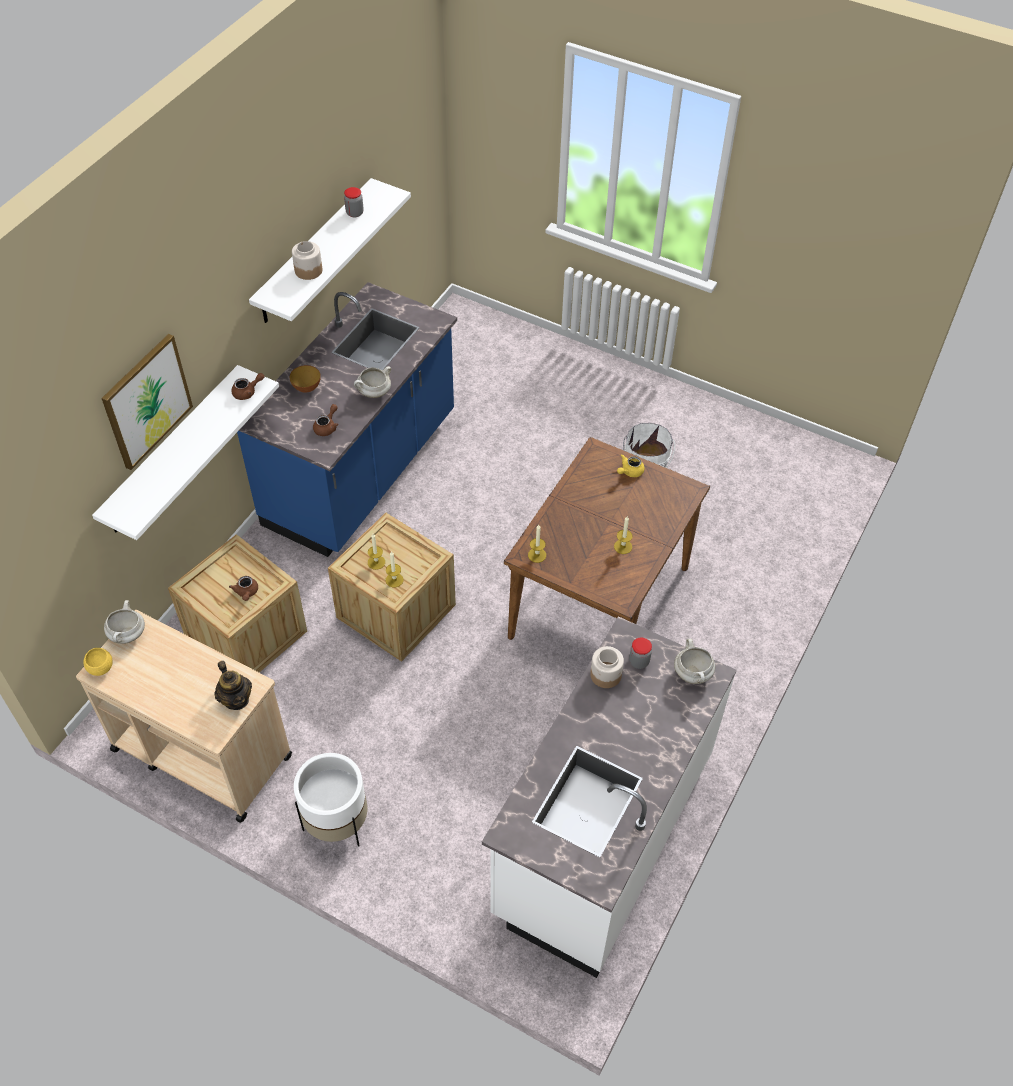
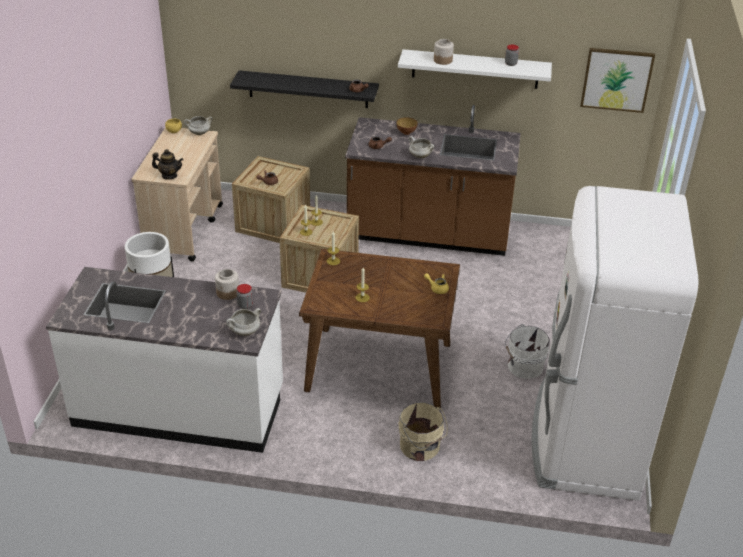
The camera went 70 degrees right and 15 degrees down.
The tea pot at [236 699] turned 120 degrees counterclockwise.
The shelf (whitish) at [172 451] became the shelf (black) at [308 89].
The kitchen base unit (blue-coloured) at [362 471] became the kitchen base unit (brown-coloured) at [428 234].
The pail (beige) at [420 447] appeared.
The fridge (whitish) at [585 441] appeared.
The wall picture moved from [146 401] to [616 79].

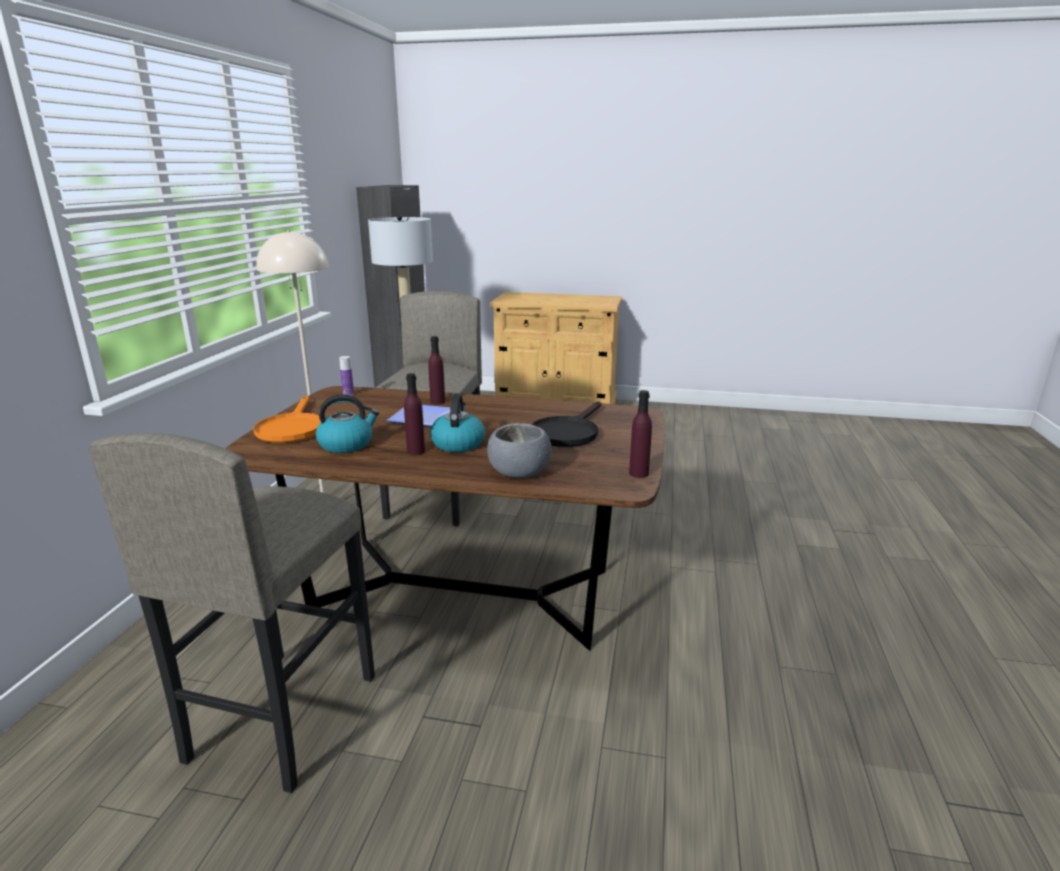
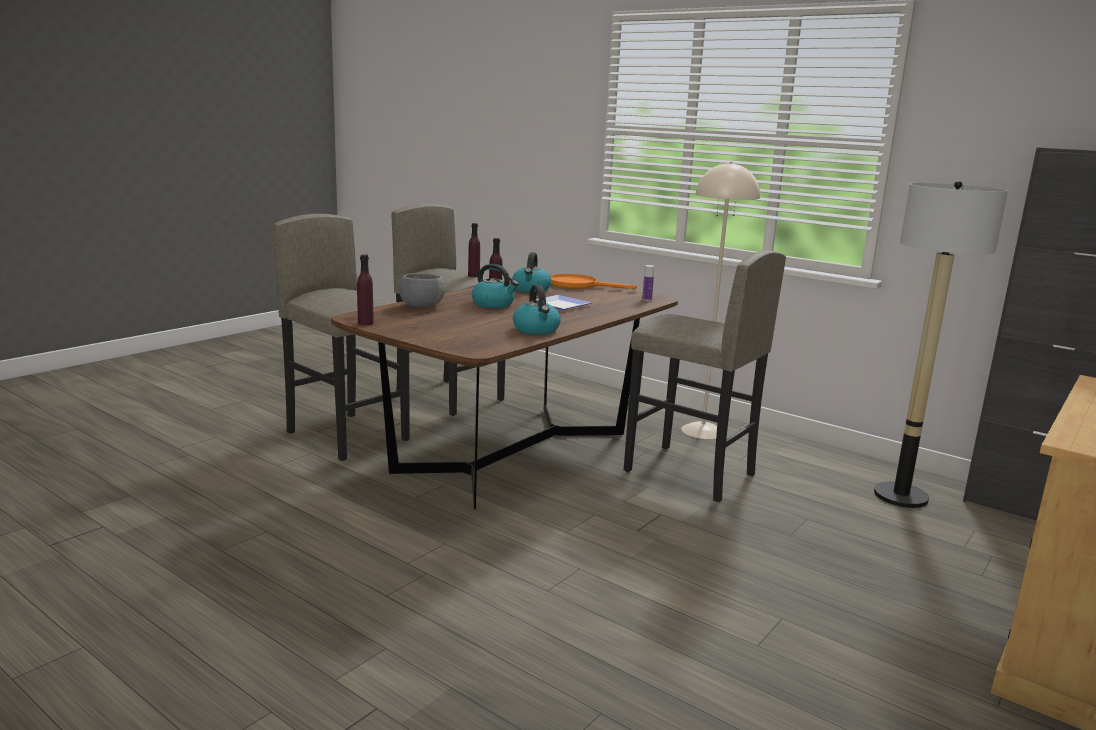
The camera went 115 degrees right and 5 degrees down.
The sitting stool (grey) at [348 436] appeared.
The bottle (purple-coloured) moved from [437 401] to [473 276].
The water kettle at [537 330] appeared.
The skillet (black) at [568 432] disappeared.

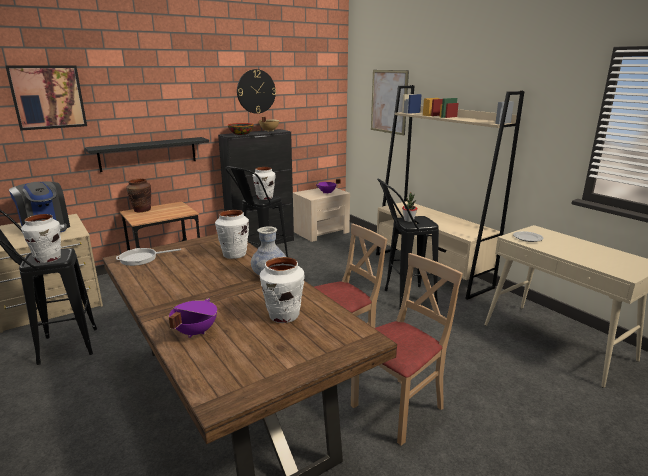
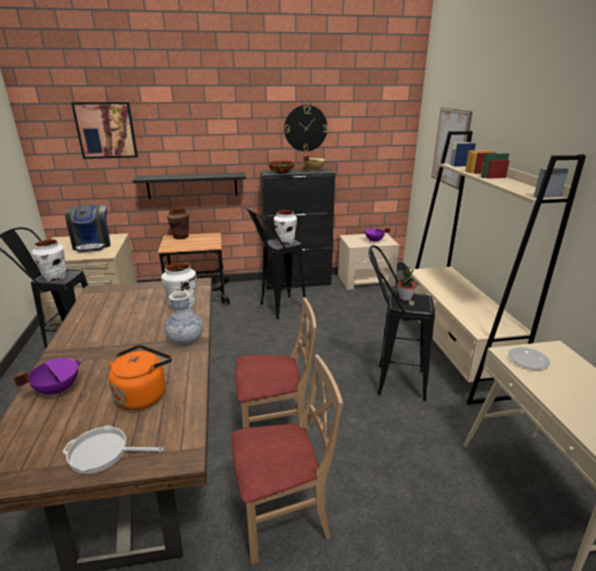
The camera went 25 degrees right and 5 degrees up.
The skillet moved from [141 258] to [103 453].
The vase (whitish) at [283 316] was replaced by the water kettle (orangey) at [143 394].

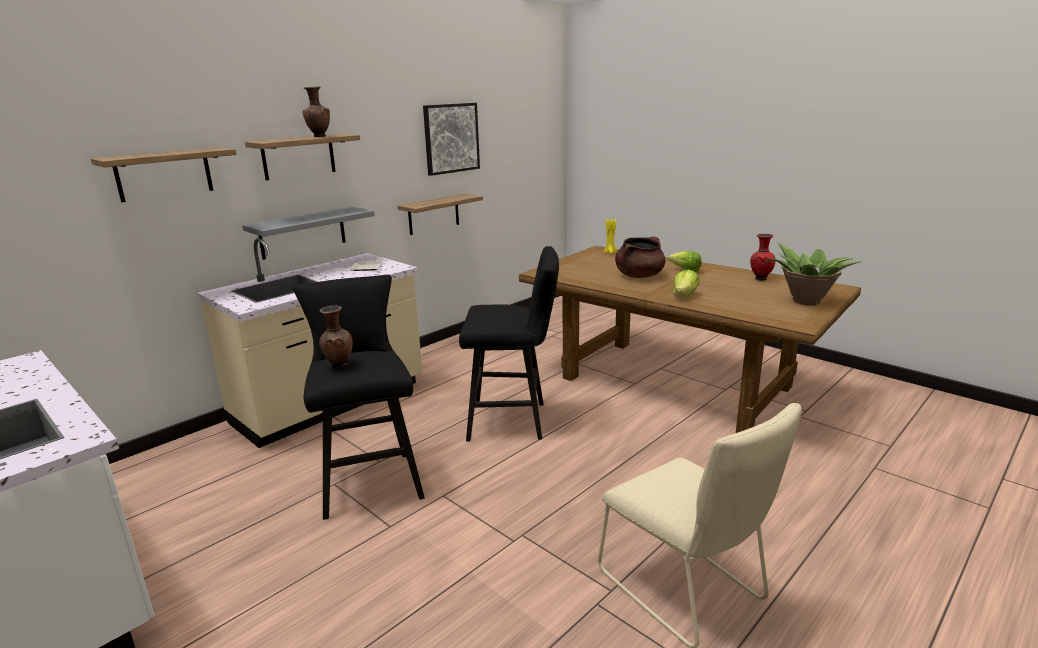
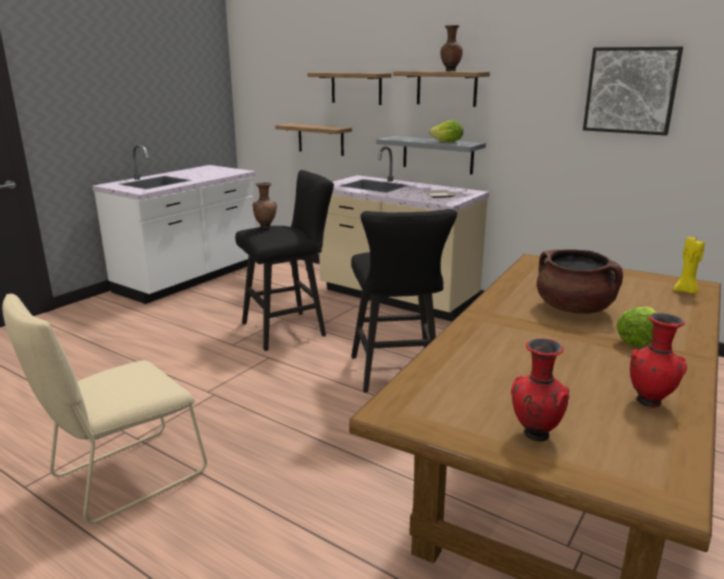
The camera went 80 degrees right and 0 degrees up.
The shelf moved from [433 214] to [320 139].
The lettuce head moved from [684 296] to [447 142].
The plant in a pot at [806 301] was replaced by the vase (red) at [534 435].

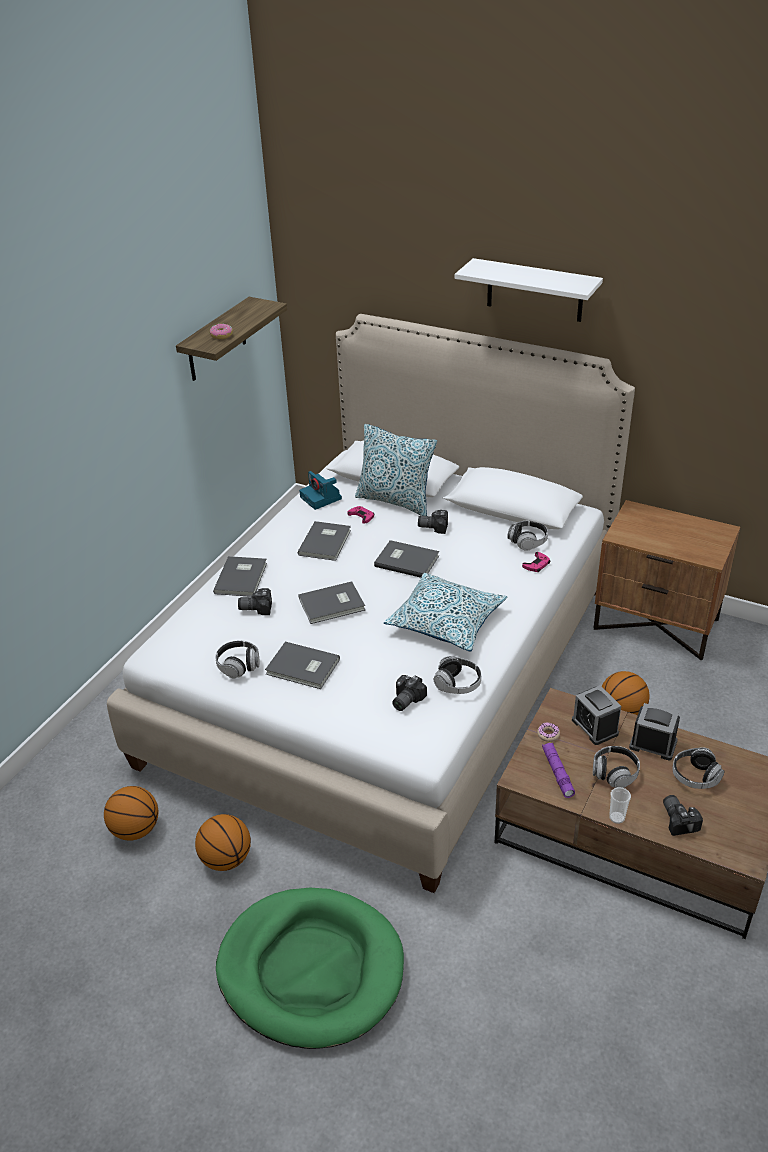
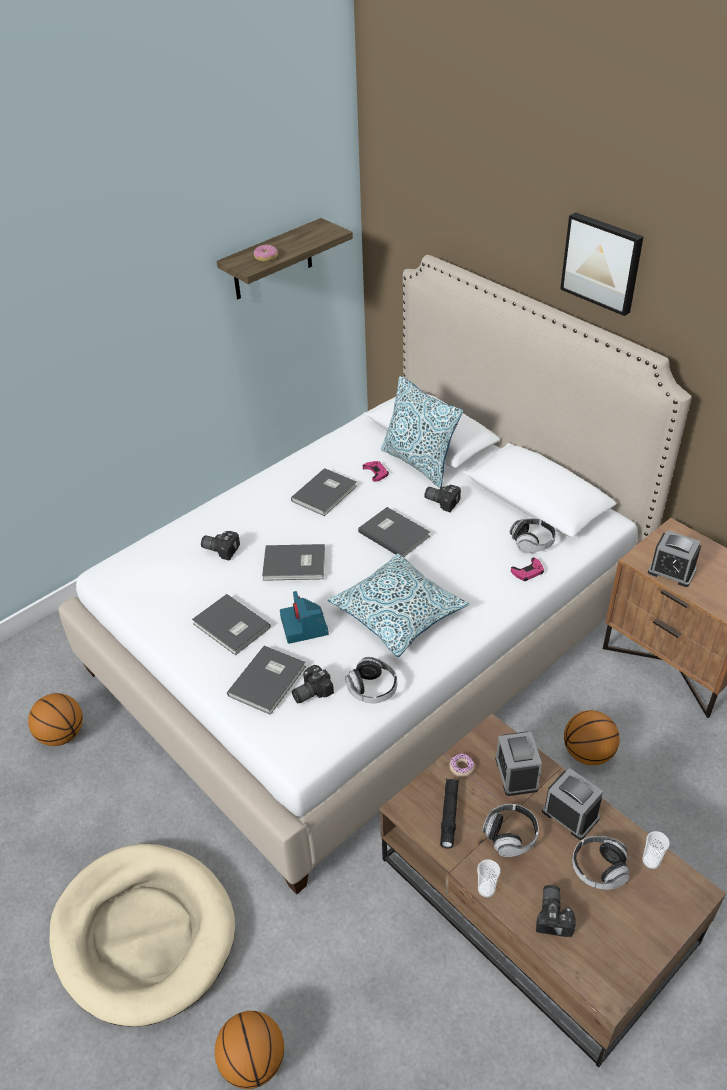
The camera went 20 degrees right and 5 degrees up.
The dog bed (green-coloured) at [311 969] became the dog bed (beige) at [144 934].
The basketball ball moved from [226 859] to [253 1062].
The volume (grey) moved from [242 578] to [269 681].
The still camera moved from [321 498] to [305 626].
The torch (purple-coloured) at [557 773] became the torch (black) at [449 815].
The shelf (whitish) at [534 290] was replaced by the wall picture at [602 262].
The cup at [651 861] appeared.
The alarm clock at [671 571] appeared.
The headset at [238 666] disappeared.

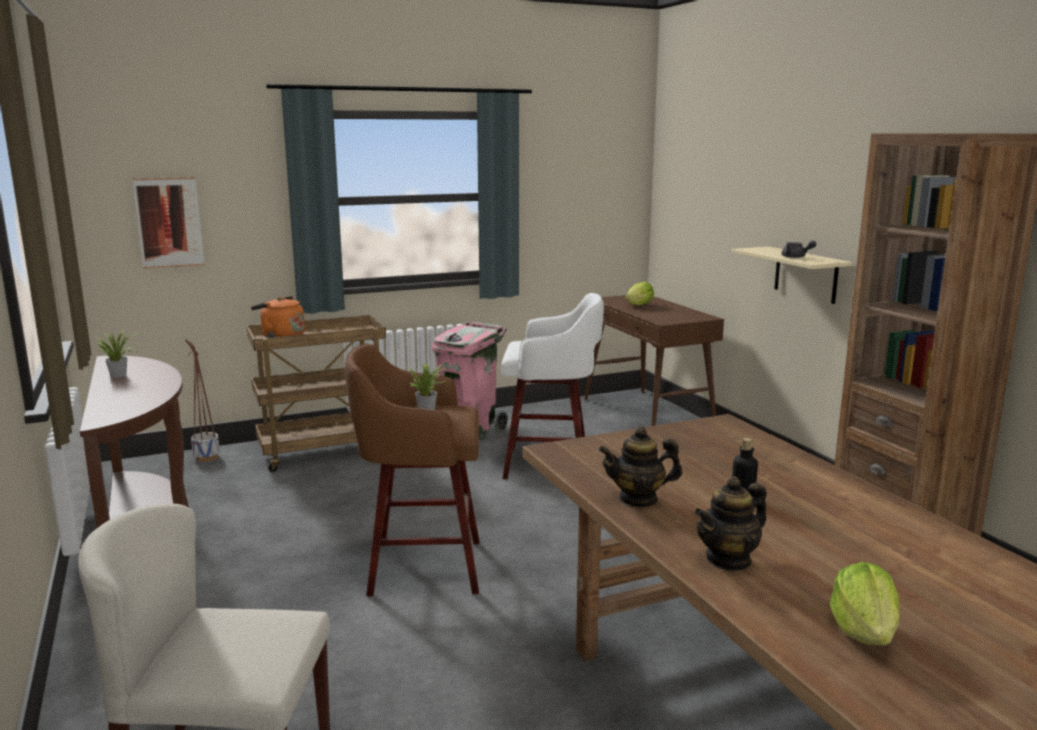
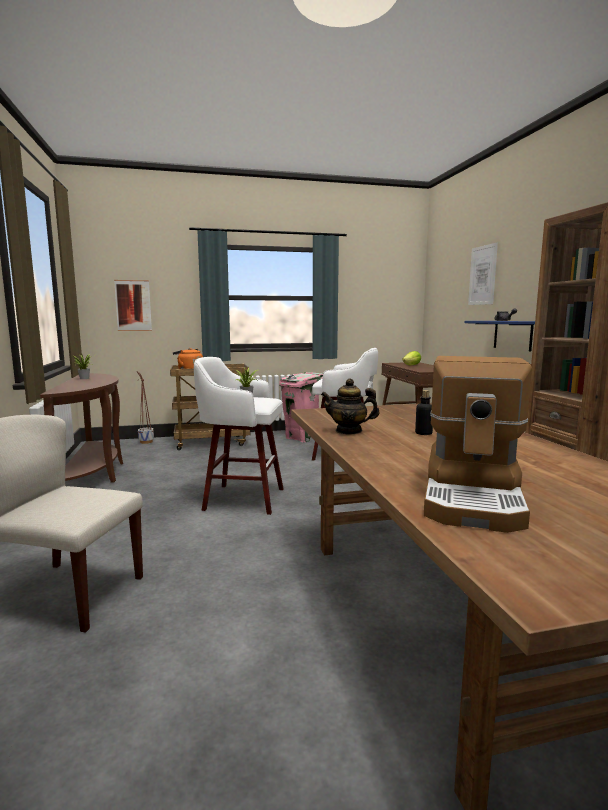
The camera went 10 degrees right and 5 degrees down.
The sitting stool (brown-coloured) at [421 567] became the sitting stool (whitish) at [241 499].
The lettuce head at [864 632] was replaced by the coffee maker at [474 496].
The shelf (beige) at [805 275] became the shelf (blue-coloured) at [513 335].
The wall picture at [482 275] appeared.
The tea pot at [729 559] disappeared.

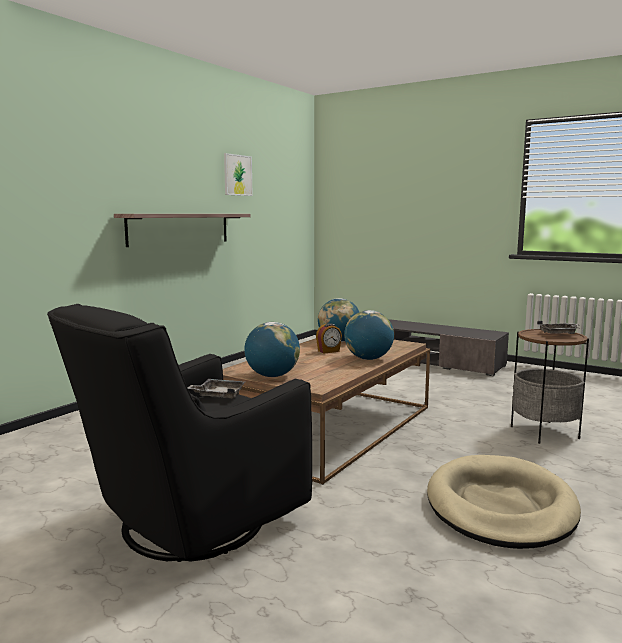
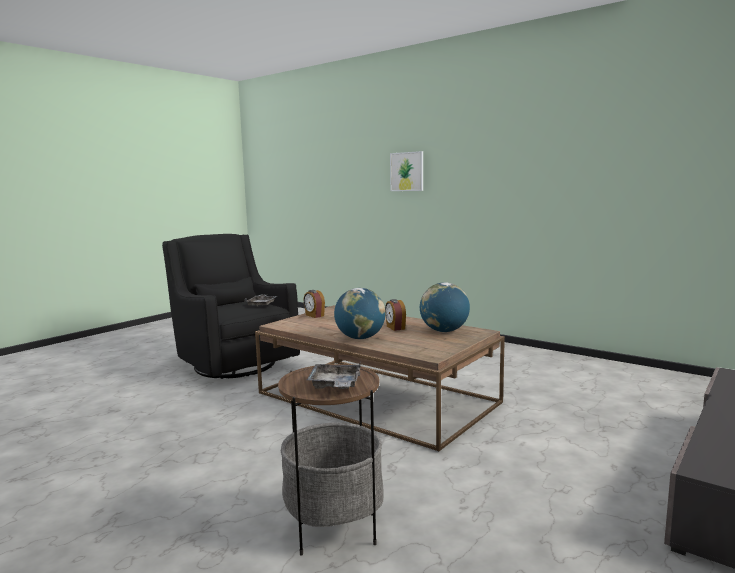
The camera went 95 degrees right and 0 degrees up.
The globe at [272 376] was replaced by the alarm clock at [314 315].
The wall picture moved from [237 175] to [407 171].
The shelf at [180 228] disappeared.
The dog bed (beige) at [500 507] disappeared.

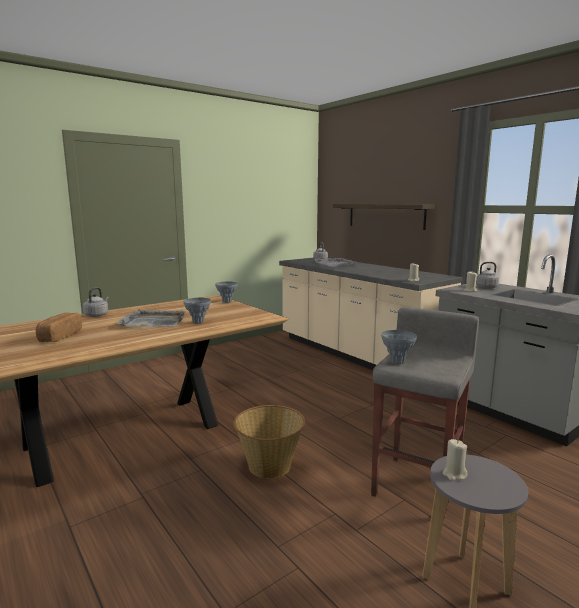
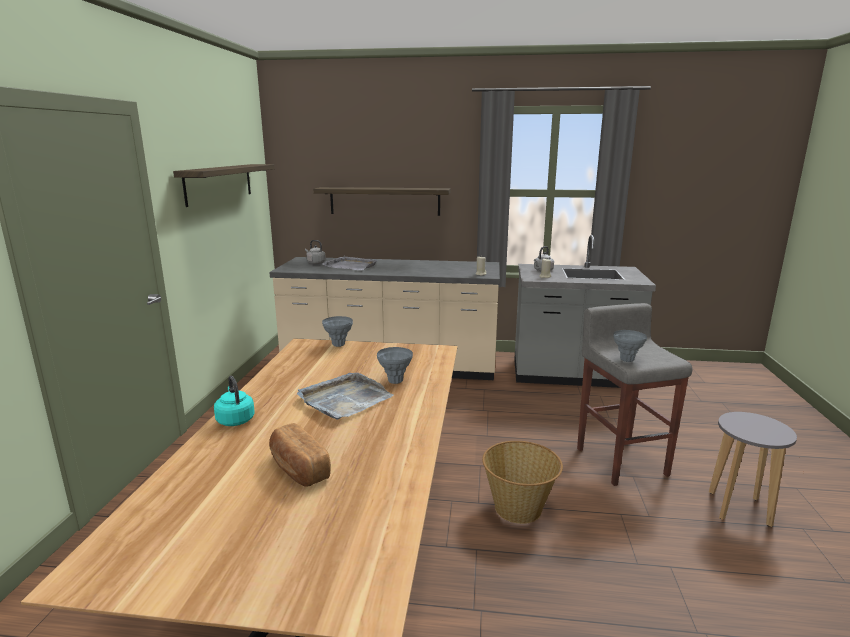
The camera went 45 degrees left and 5 degrees up.
The shelf at [219 183] appeared.
The water kettle (grey) at [97 315] became the water kettle (turquoise) at [235 419].
The wax candle (beige) at [454 474] disappeared.

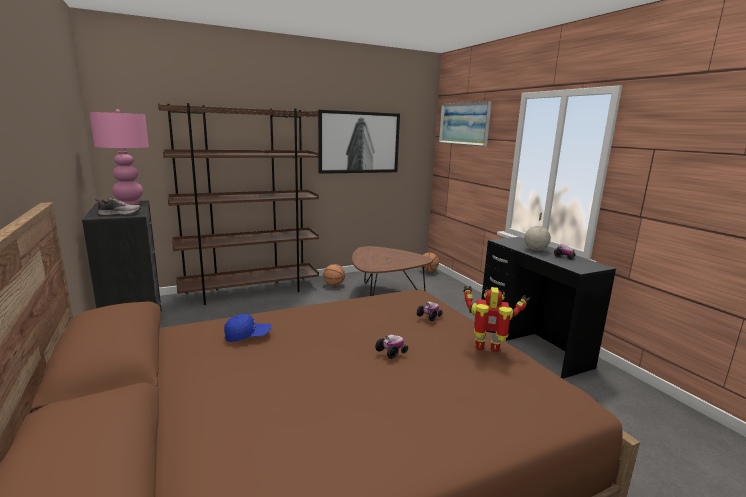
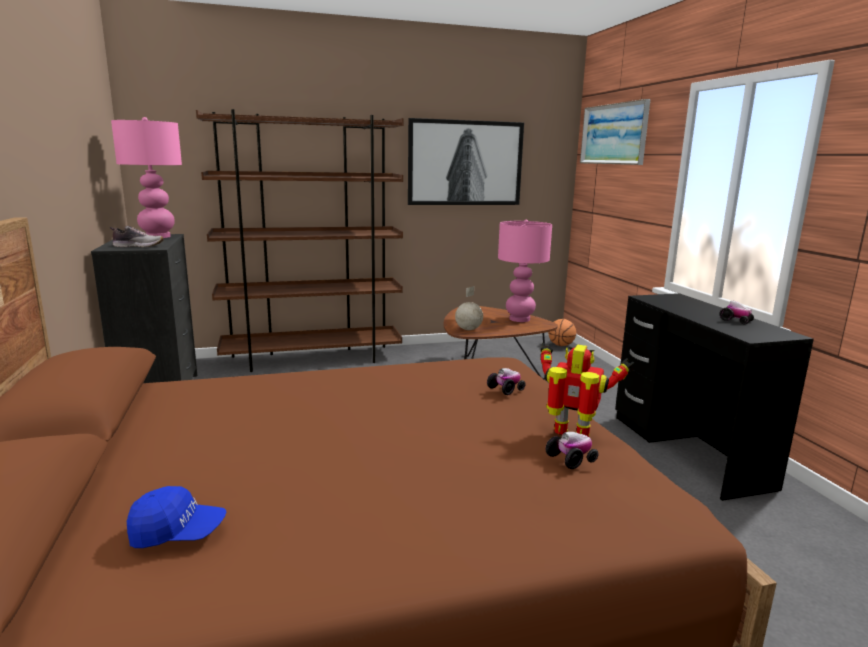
The camera went 10 degrees right and 0 degrees up.
The cap (blue-coloured) moved from [248 336] to [178 533].
The globe moved from [535 250] to [468 329].
The table lamp (pink) at [519 319] appeared.
The model car moved from [391 352] to [571 460].
The basketball ball at [334 285] disappeared.

